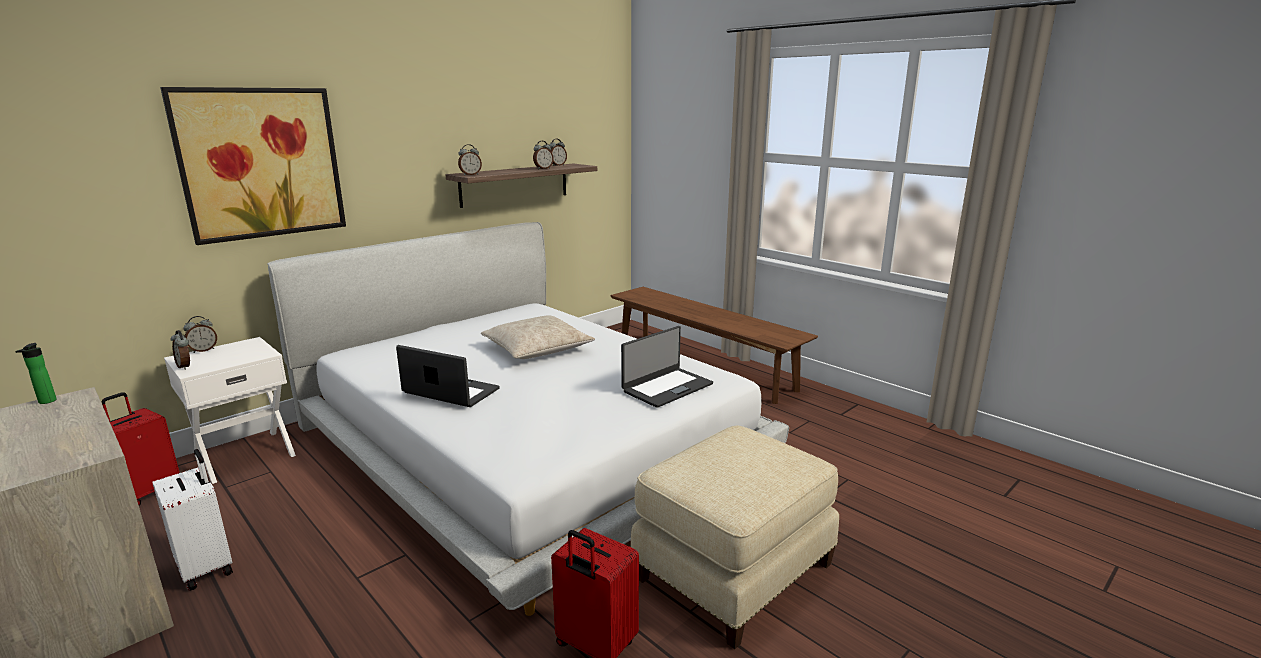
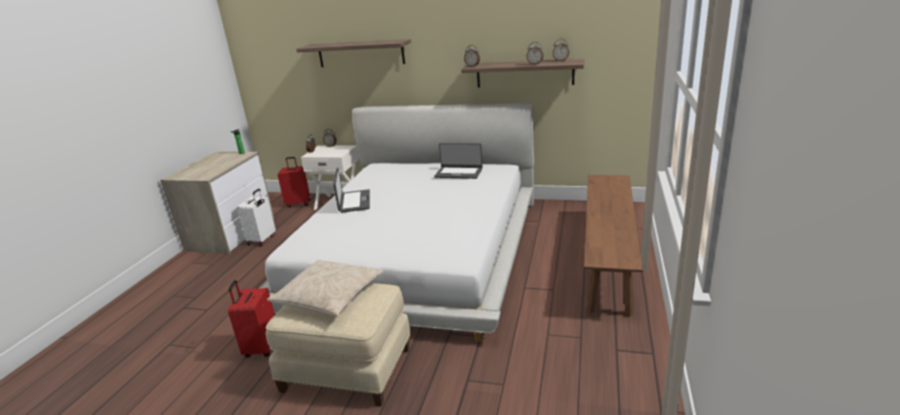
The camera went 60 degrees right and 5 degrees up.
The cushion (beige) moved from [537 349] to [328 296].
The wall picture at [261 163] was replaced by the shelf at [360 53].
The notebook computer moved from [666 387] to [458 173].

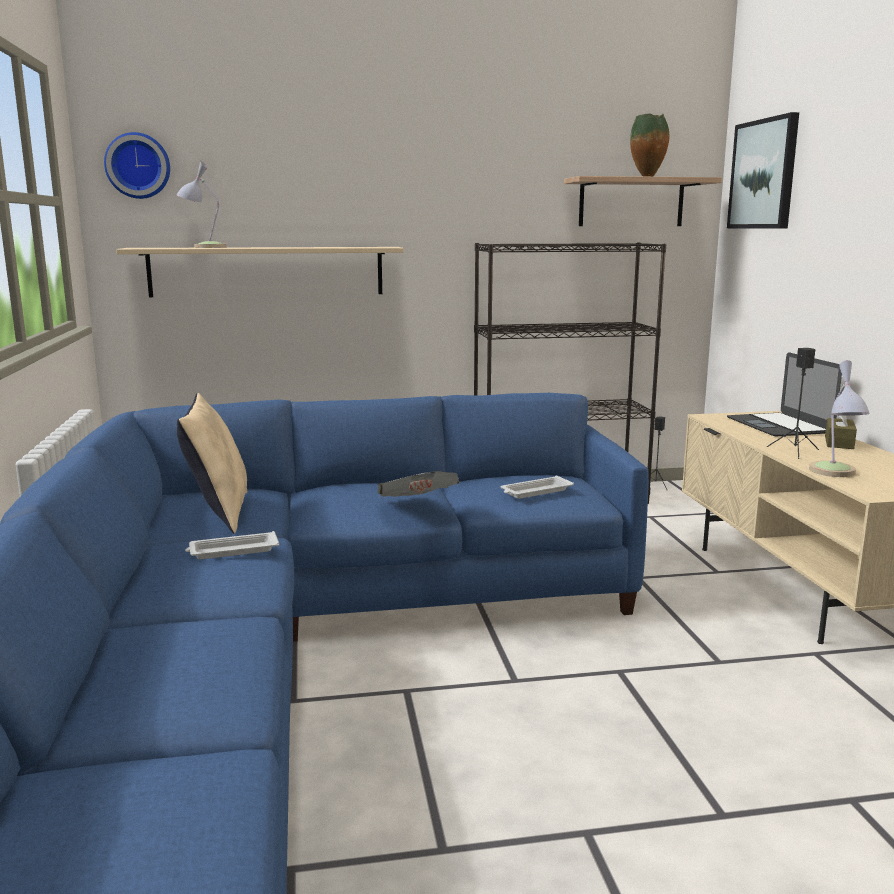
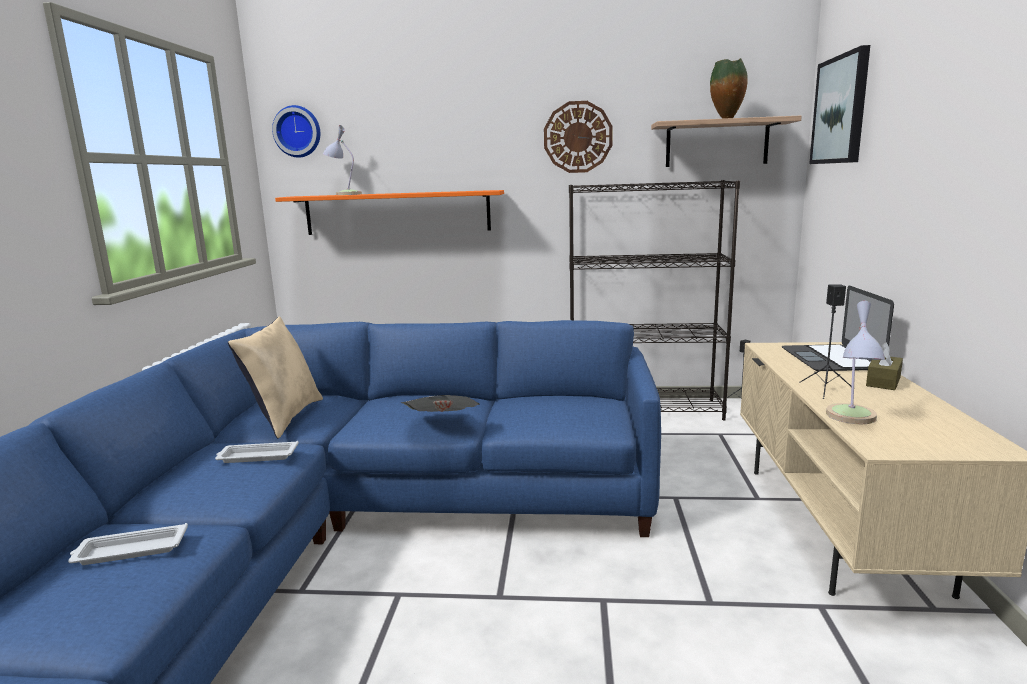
The camera went 15 degrees right and 0 degrees up.
The tray (whitish) moved from [535 492] to [129 551].
The shelf (beige) at [267 271] became the shelf (orangey) at [397 213].
The clock on the wall at [578 137] appeared.

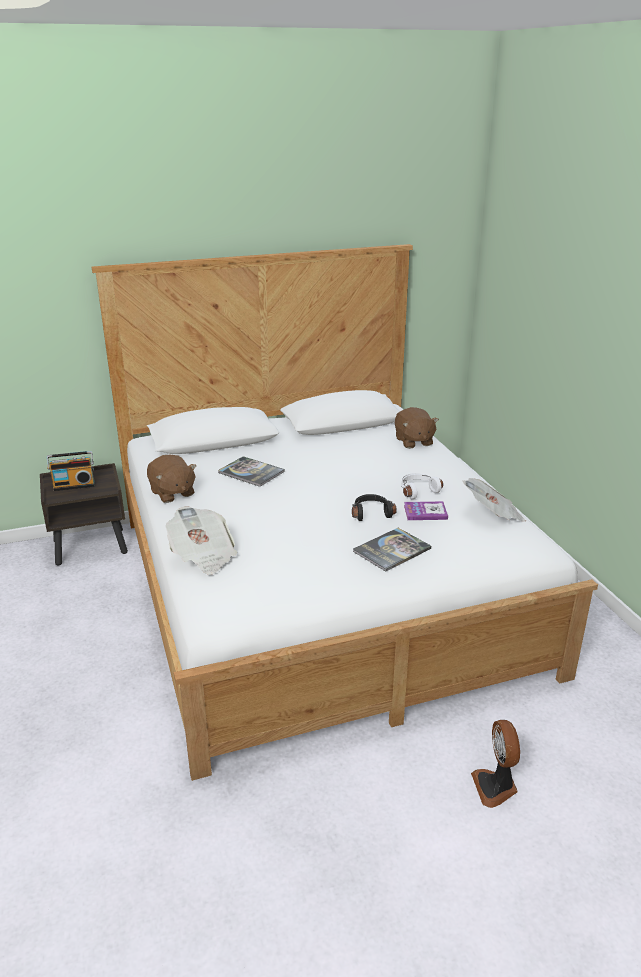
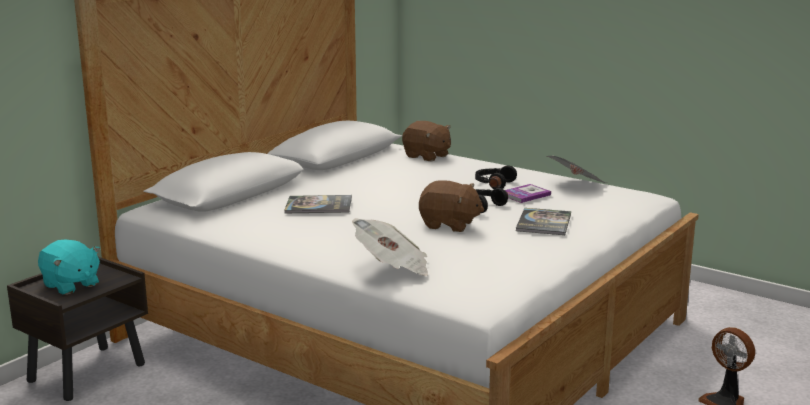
The camera went 35 degrees left and 10 degrees down.
The radio at [74 485] was replaced by the cuddly toy (turquoise) at [71 285].
The cuddly toy (brown-coloured) moved from [172 493] to [449 225].
The headset (whitish) at [417 490] became the headset (black) at [493 184].

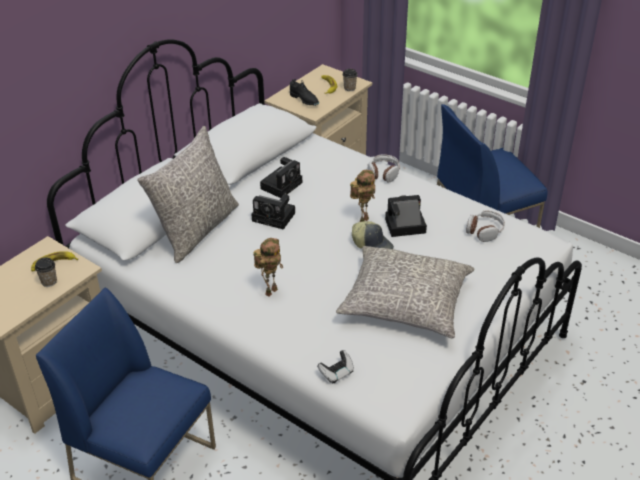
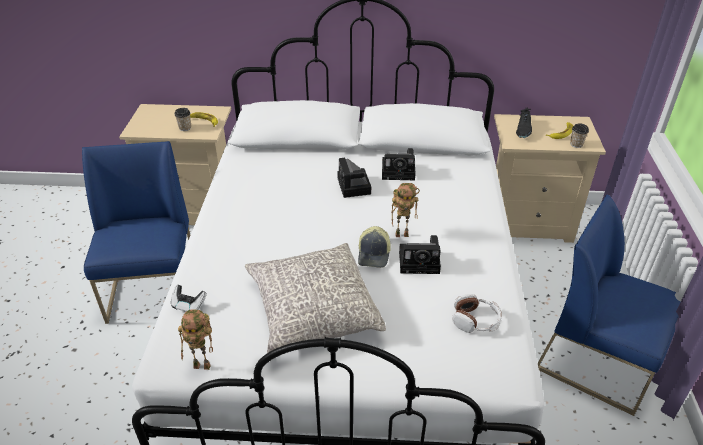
The camera went 55 degrees right and 0 degrees up.
The model robot moved from [271 290] to [203 365].
The still camera at [403 226] turned 135 degrees clockwise.
The cushion (grey) at [196 229] disappeared.
The headset at [383 173] disappeared.

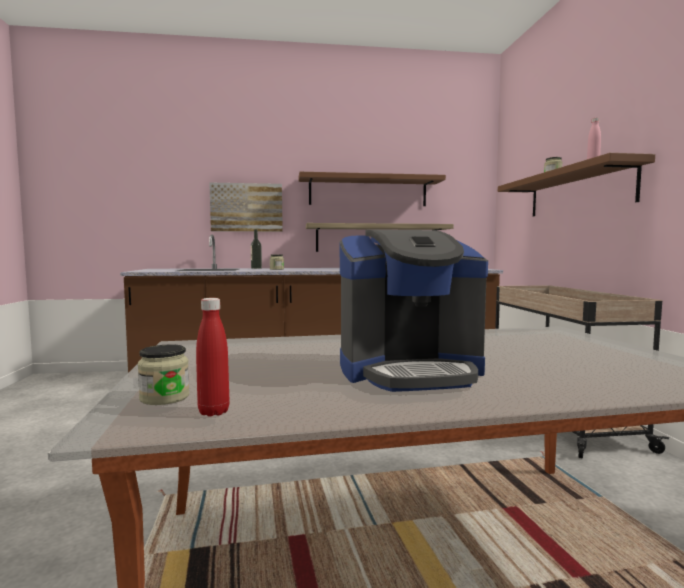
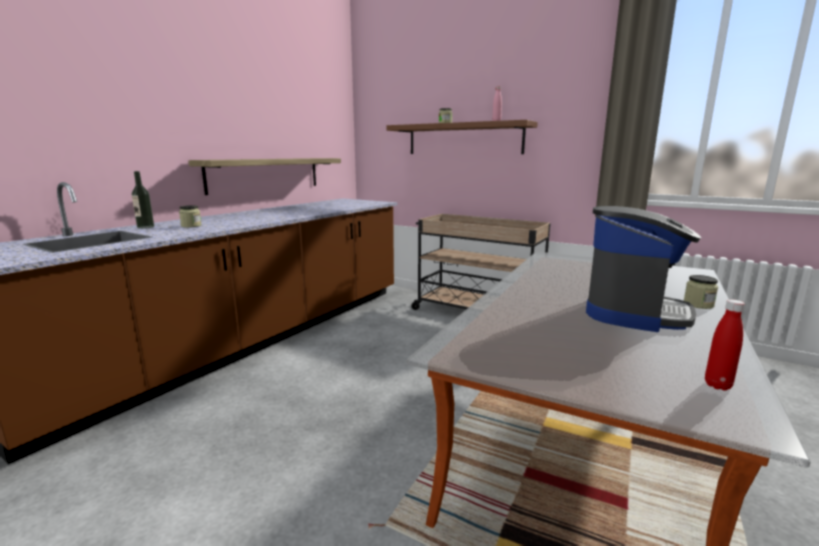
The camera went 50 degrees left and 10 degrees up.
The storage jar moved from [164 397] to [698 304].
The wall picture at [246 207] disappeared.
The shelf (brown-coloured) at [368 191] disappeared.

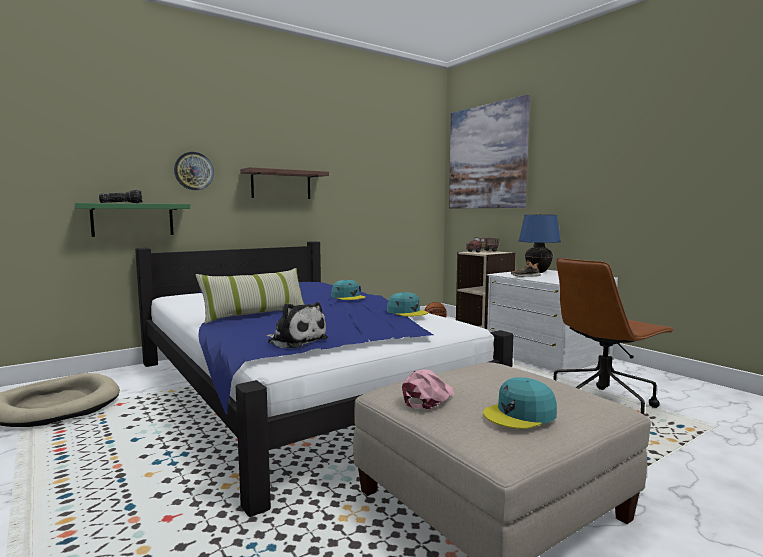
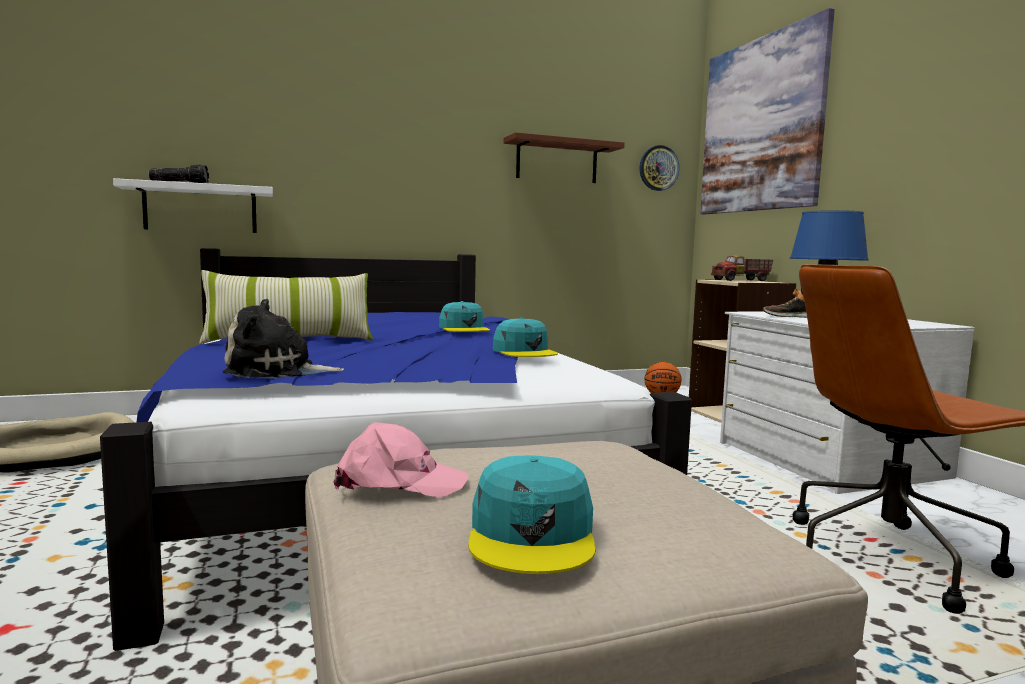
The camera went 15 degrees right and 0 degrees up.
The shelf (green-coloured) at [133 219] became the shelf (whitish) at [200 208].
The cuddly toy at [296 341] turned 120 degrees clockwise.
The cap (pink) at [428 398] turned 45 degrees clockwise.
The cap (turquoise) at [520 414] turned 75 degrees counterclockwise.
The shelf (brown-coloured) moved from [281 184] to [557 161].
The clock on the wall moved from [194 171] to [658 168].

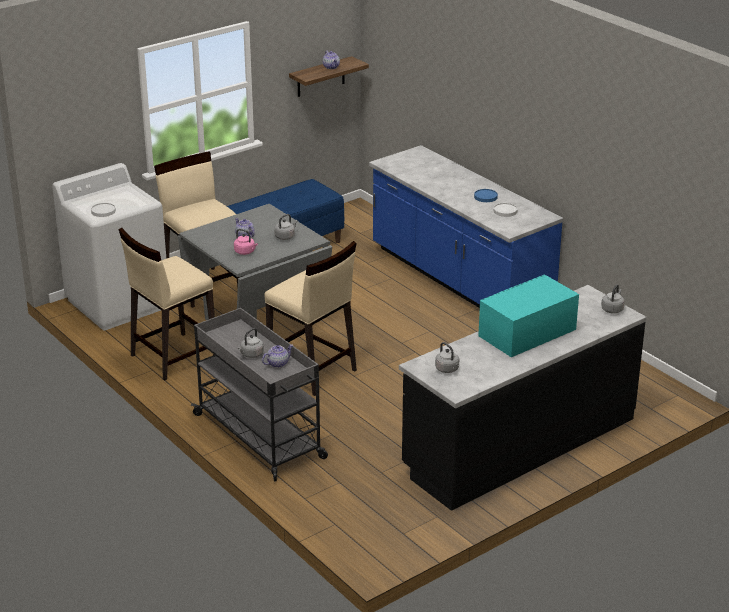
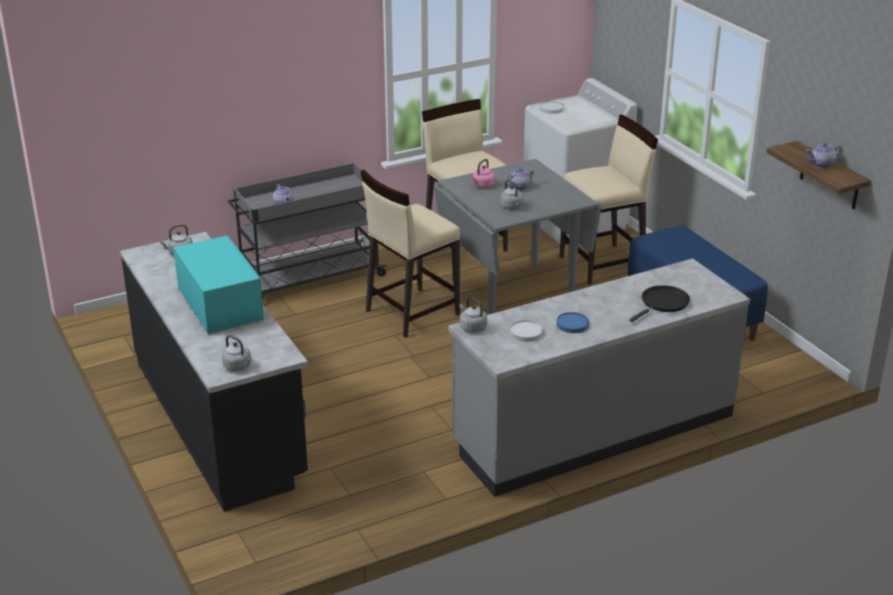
The camera went 100 degrees right and 0 degrees up.
The kitchen base unit (blue-coloured) at [459 281] became the kitchen base unit (grey) at [593 430].
The water kettle (grey) moved from [251 355] to [472 327].
The skillet (black) at [663 303] appeared.

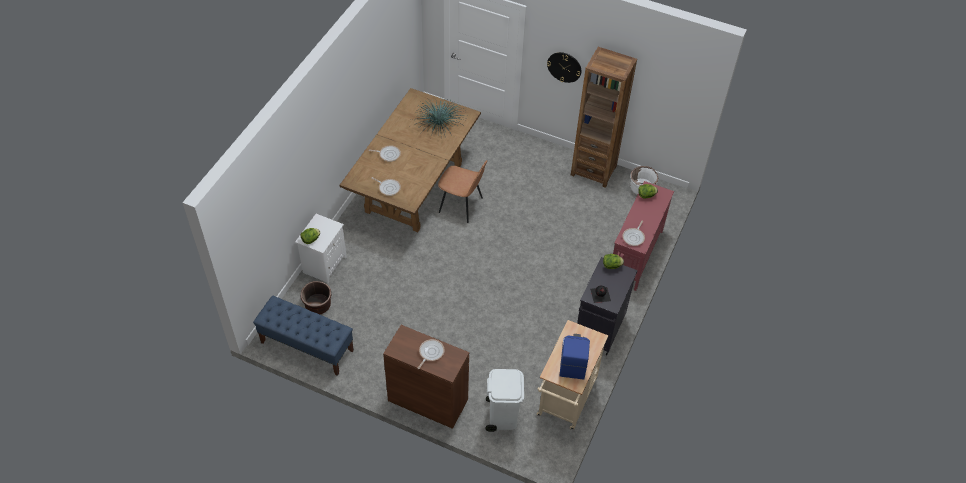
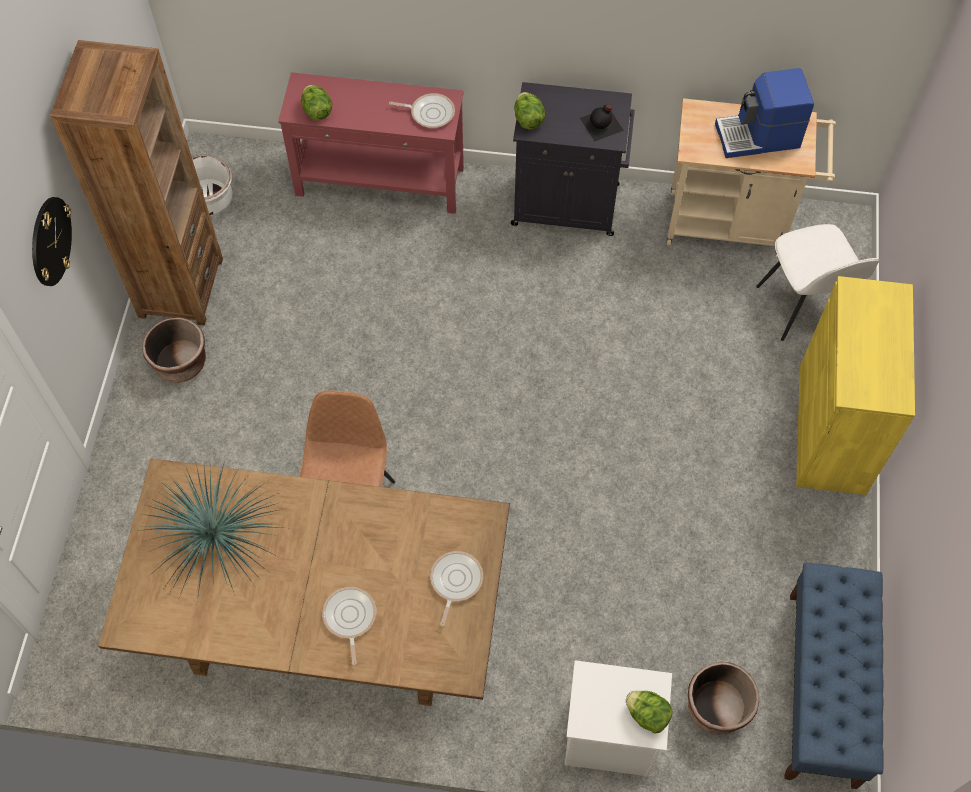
The camera went 105 degrees left and 10 degrees up.
The planter (brown-coloured) at [181 363] appeared.
The rubbish bin (whitish) at [502 415] was replaced by the chair (whitish) at [804 307].
The storage cabinet (brown-coloured) at [428 400] became the storage cabinet (yellow) at [832 429].
The skillet at [430 352] disappeared.

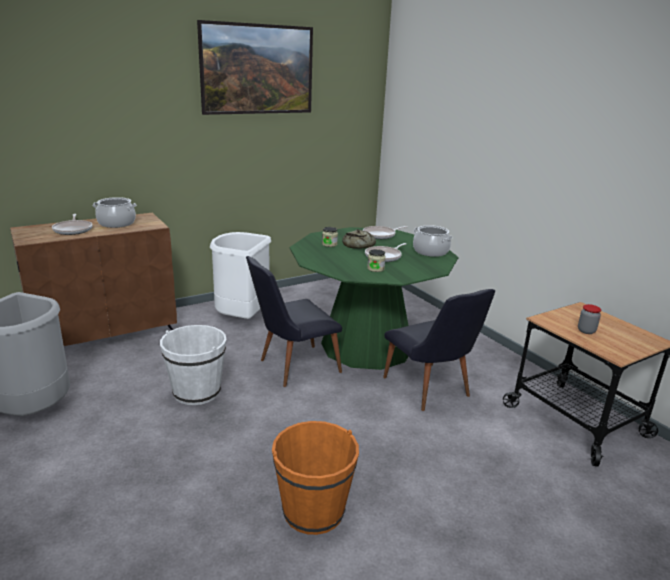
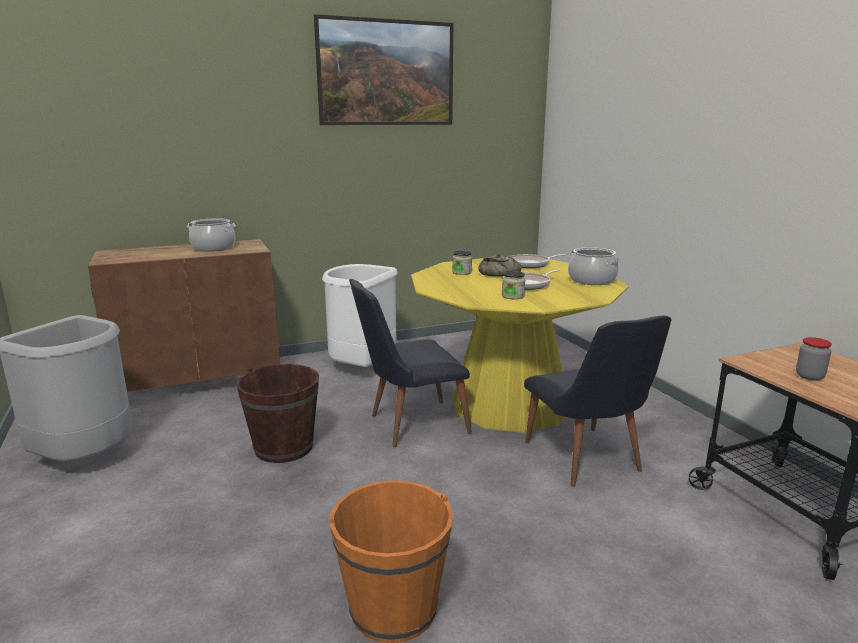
The camera went 10 degrees right and 5 degrees down.
The pail (whitish) at [197 392] became the pail (brown-coloured) at [284 447].
The dinner table (green-coloured) at [366 346] became the dinner table (yellow) at [510 404].
The skillet at [73 230] disappeared.

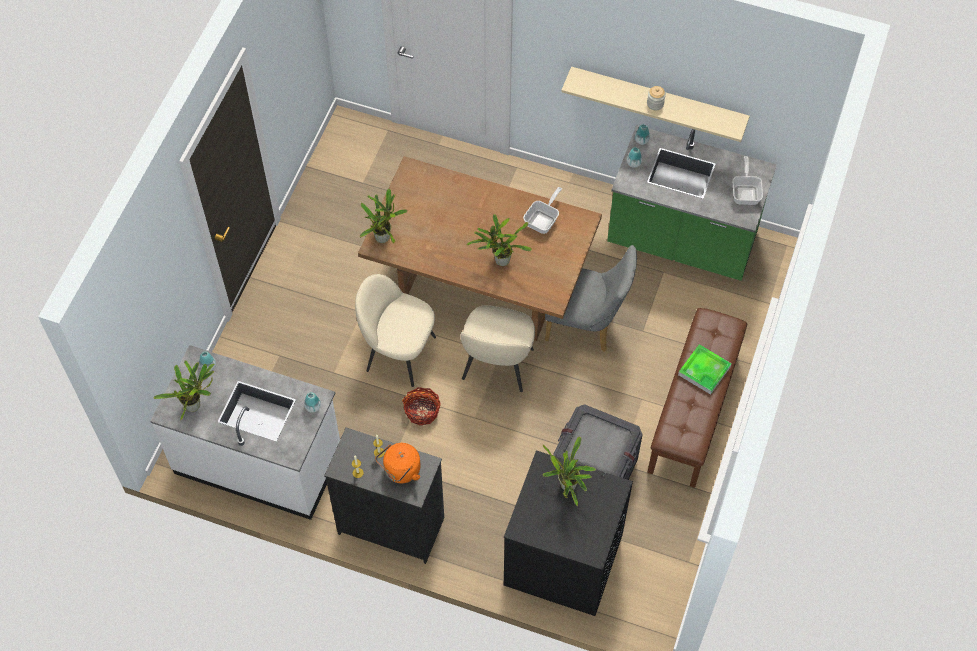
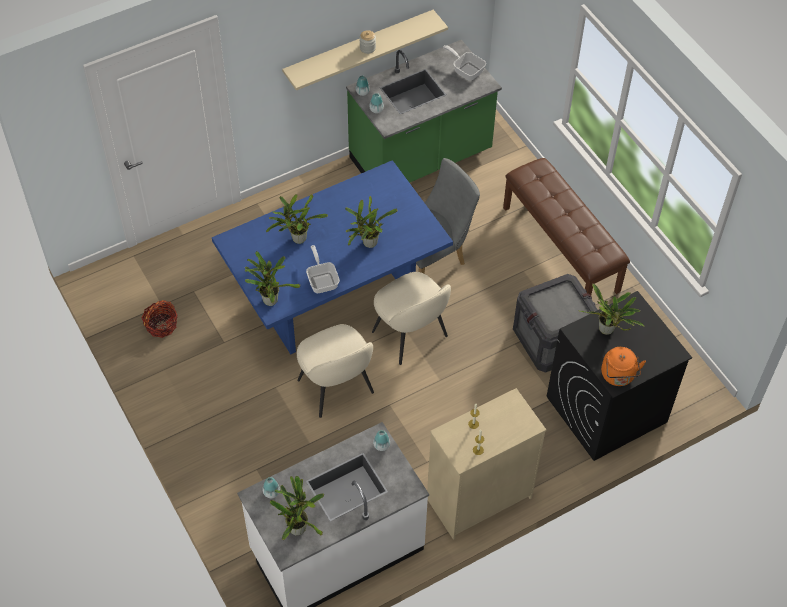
The camera went 50 degrees left and 5 degrees down.
The storage basket moved from [422 411] to [161 325].
The dinner table (brown-coloured) at [482 286] became the dinner table (blue-coloured) at [335 296].
The plant in a pot at [297 239] appeared.
The chair (beige) at [399 352] turned 90 degrees counterclockwise.
The skillet moved from [543 219] to [322 280].
The dresser (black) at [391 525] became the dresser (beige) at [478 497].
The water kettle (orangey) moved from [400 471] to [618 376].
The tray at [704 371] disappeared.

